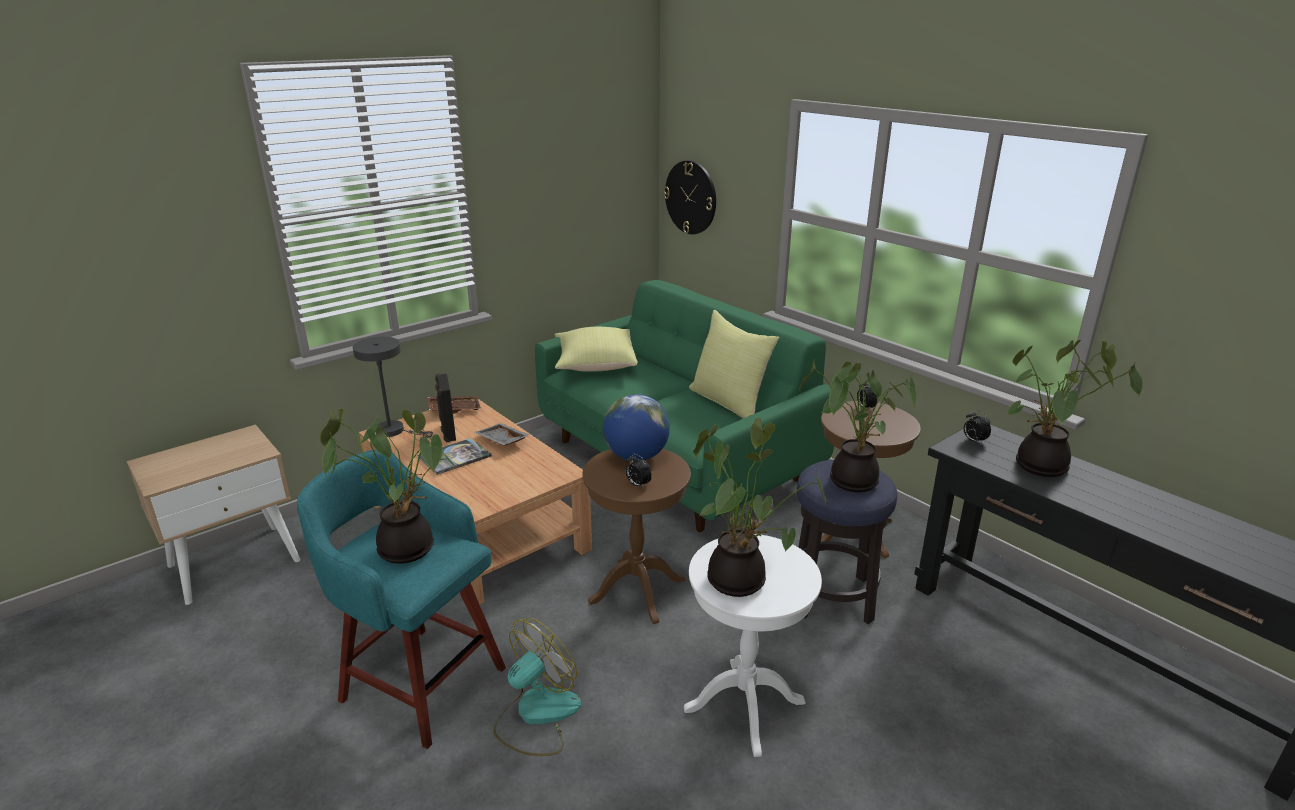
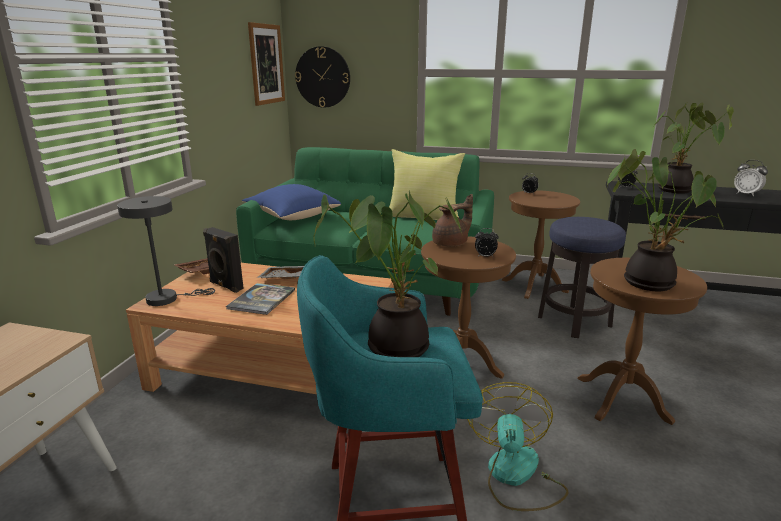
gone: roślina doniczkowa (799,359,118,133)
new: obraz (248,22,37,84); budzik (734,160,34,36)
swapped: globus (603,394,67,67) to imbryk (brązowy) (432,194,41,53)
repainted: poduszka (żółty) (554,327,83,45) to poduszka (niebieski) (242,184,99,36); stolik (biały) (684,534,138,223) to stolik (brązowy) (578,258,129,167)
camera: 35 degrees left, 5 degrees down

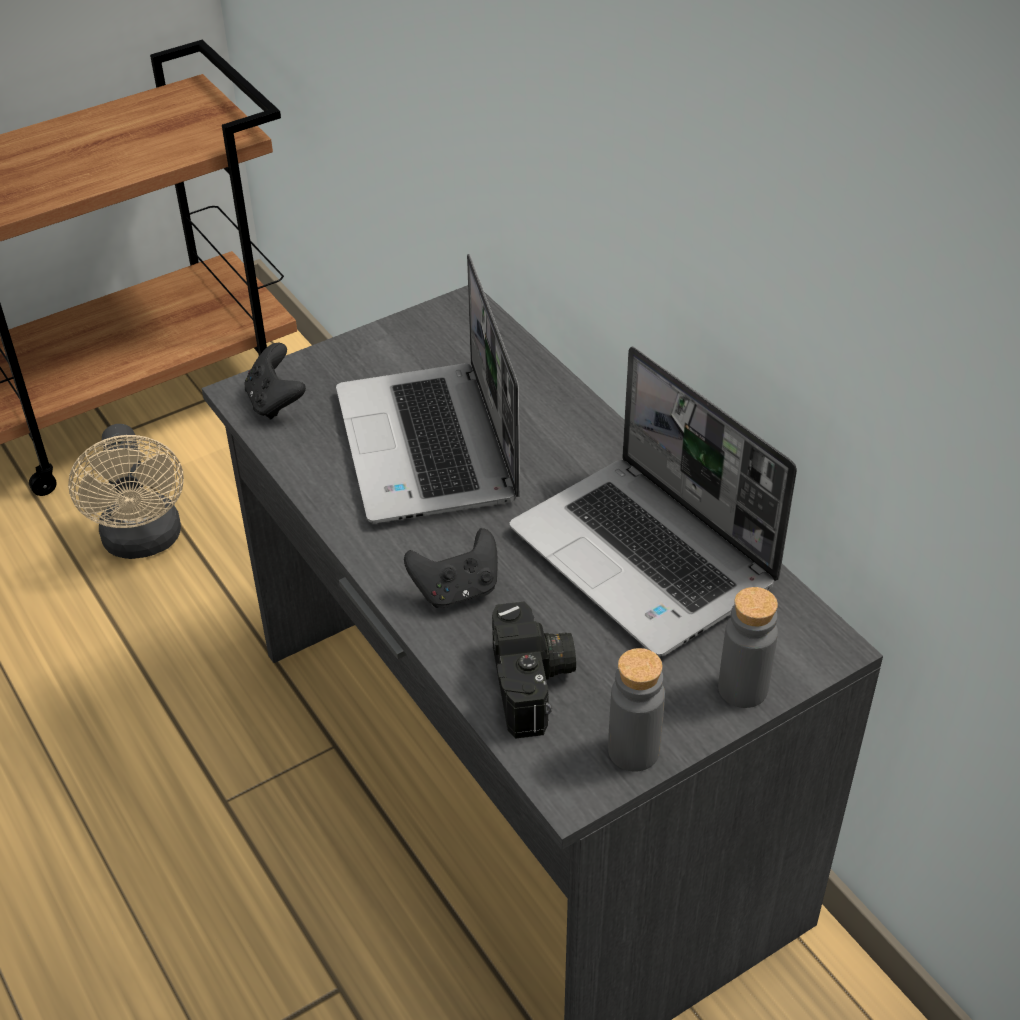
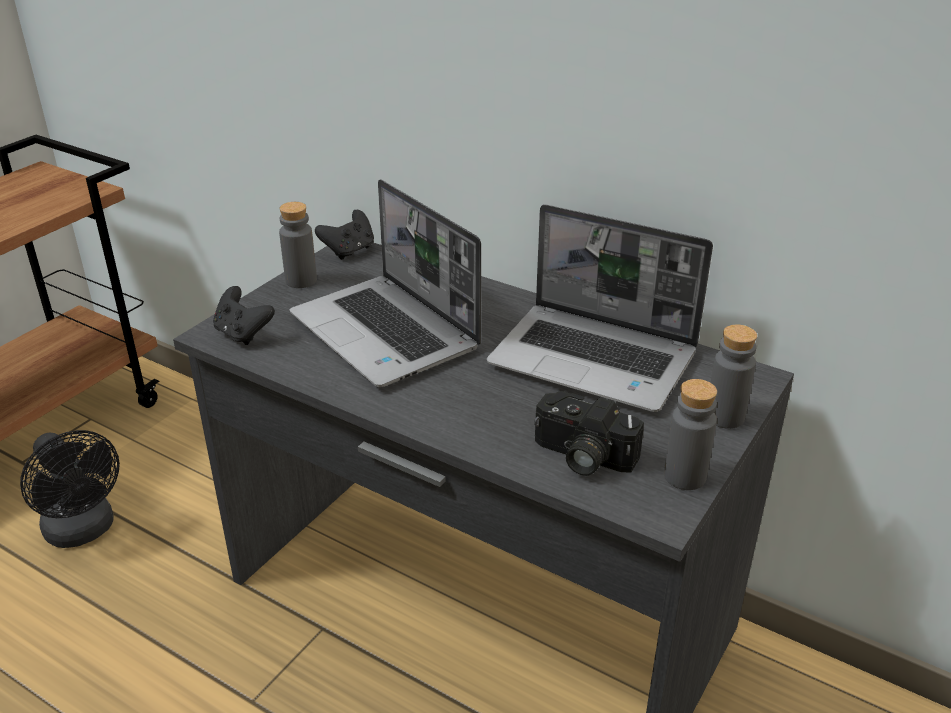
new: butelka (szary) (279,202,38,86)
shifted: pad do gier (czarny) (404,528,94,80) to (315,210,59,50)
repainted: wentylator (beżowy) (68,424,116,135) to wentylator (czarny) (20,430,100,118)
rotated: aparat fotograficzny (492,601,84,138) = (534,391,110,85) 150 degrees clockwise
camera: 25 degrees left, 10 degrees down

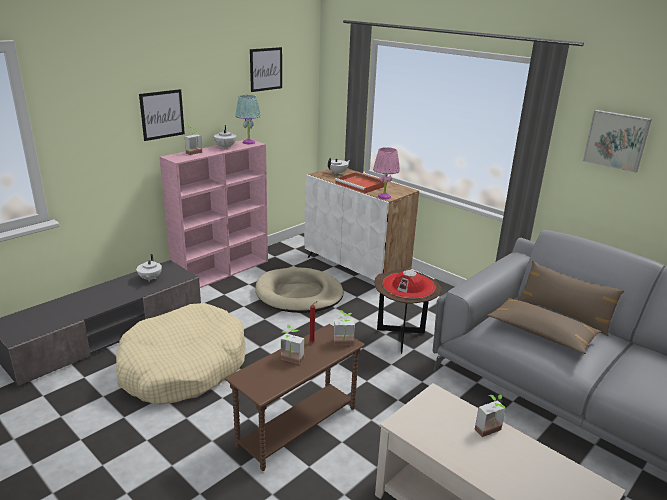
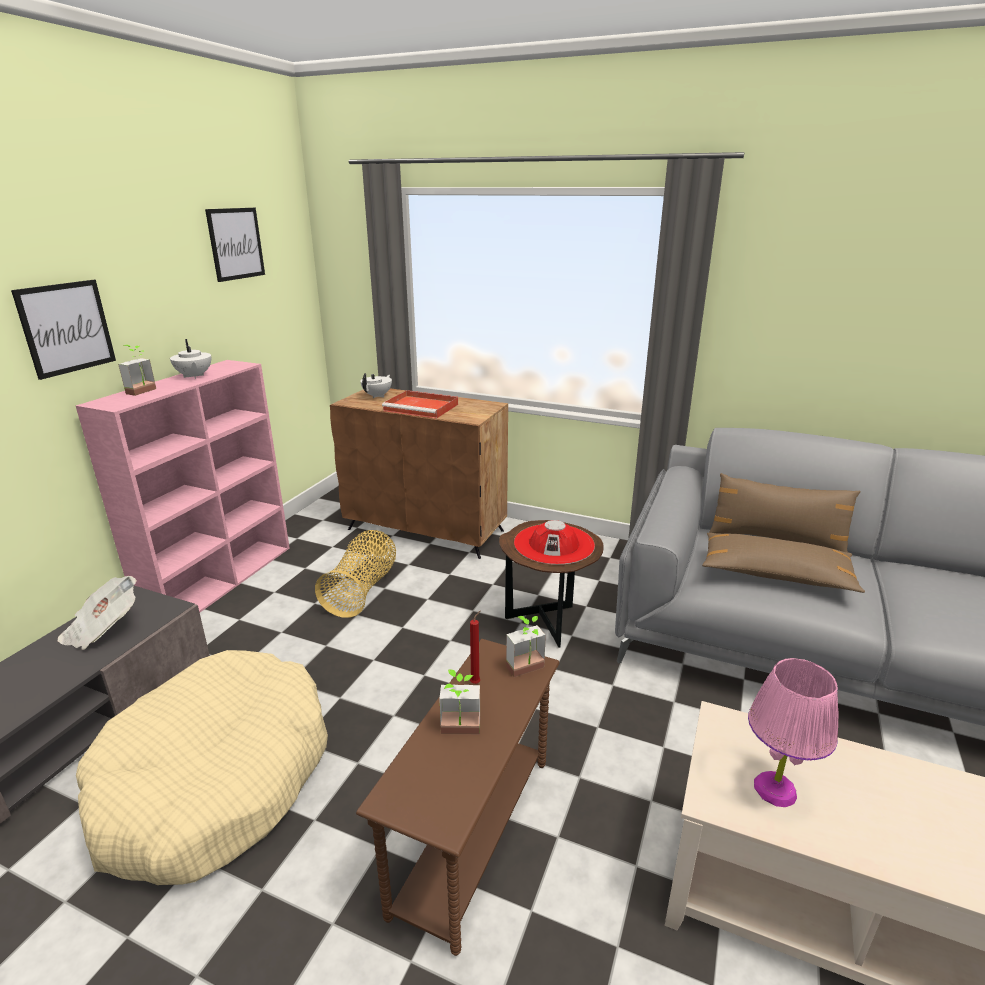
gone: lampa stołowa (turkusowy) (235,95,26,49); roślina doniczkowa (475,395,31,42); obraz (583,110,69,63)
shifted: lampa stołowa (różowy) (373,147,27,52) to (748,658,91,149)
swapped: imbryk (biały) (136,254,26,28) to gazeta (58,576,79,74); legowisko (beżowy) (255,267,89,46) to koszyk (315,530,81,88)
repainted: szafka (biały) (304,168,115,113) to szafka (brązowy) (330,388,178,171)
camera: 20 degrees left, 0 degrees up

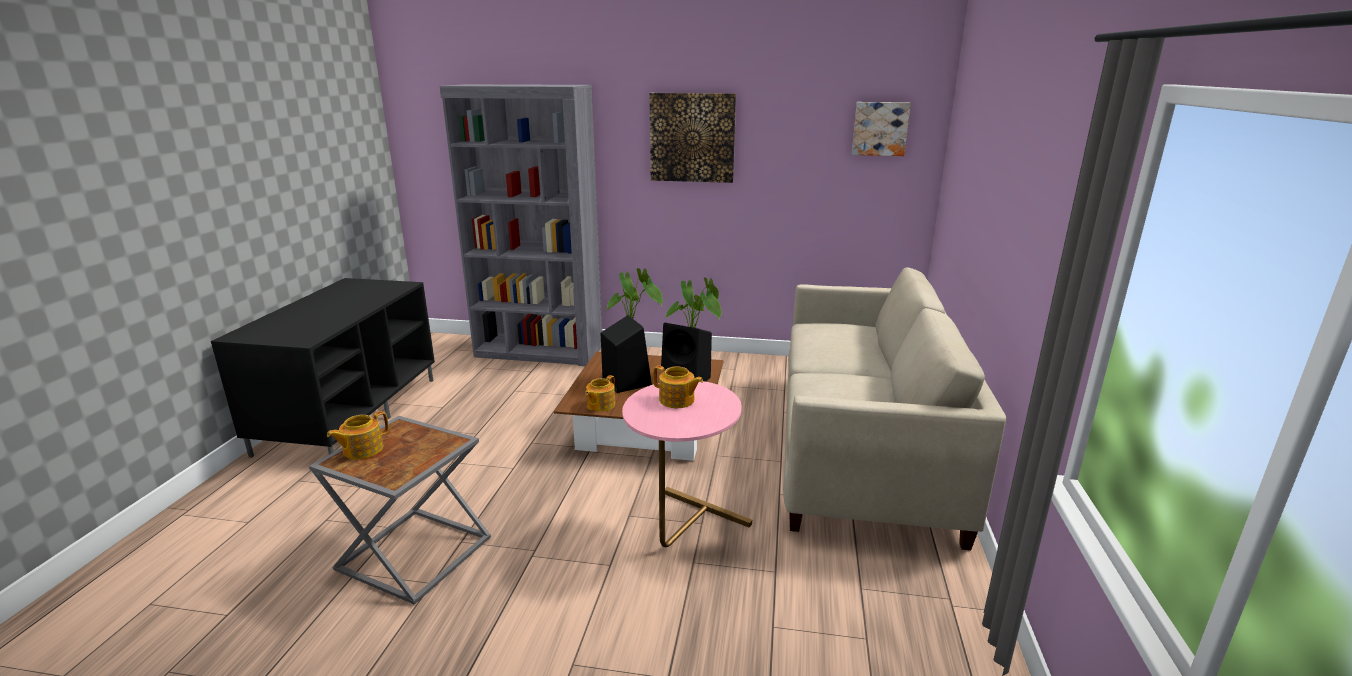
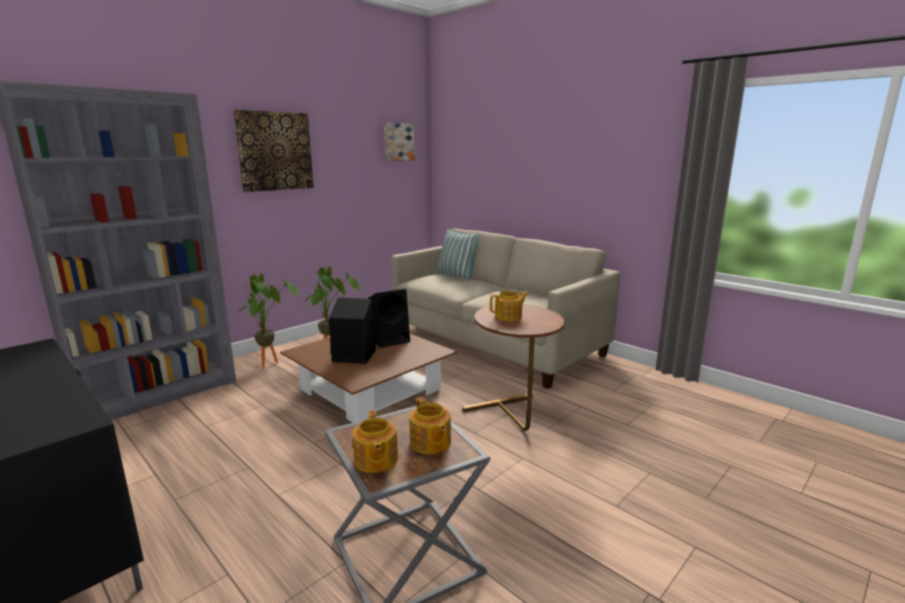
new: poduszka (436,229,44,51)
shifted: imbryk (585,375,30,37) to (409,397,42,57)
repainted: stolik (różowy) (622,381,130,166) to stolik (brązowy) (463,304,102,127)
camera: 55 degrees left, 5 degrees down

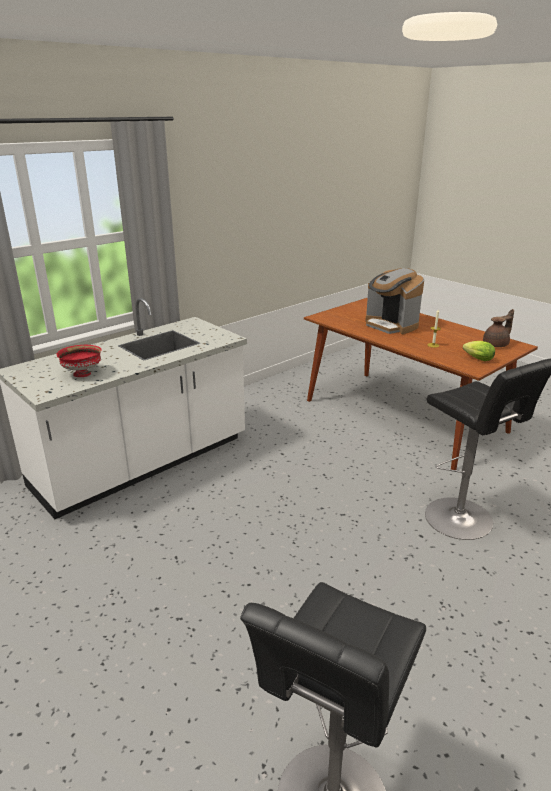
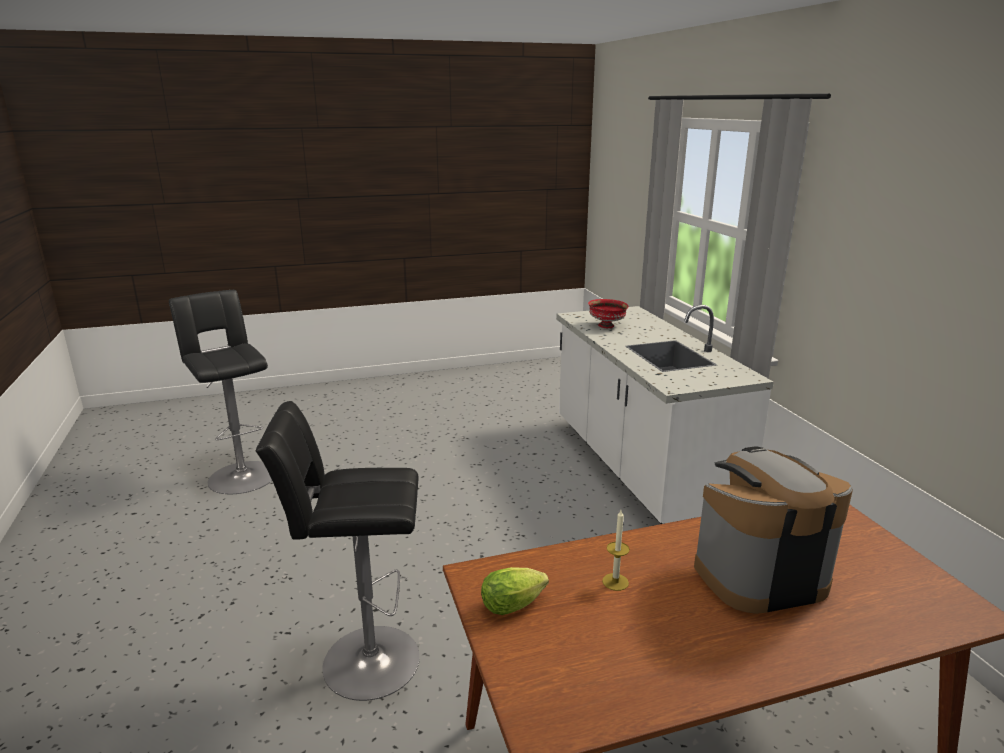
gone: imbryk (brązowy) (483,309,31,38)
camera: 115 degrees right, 5 degrees down

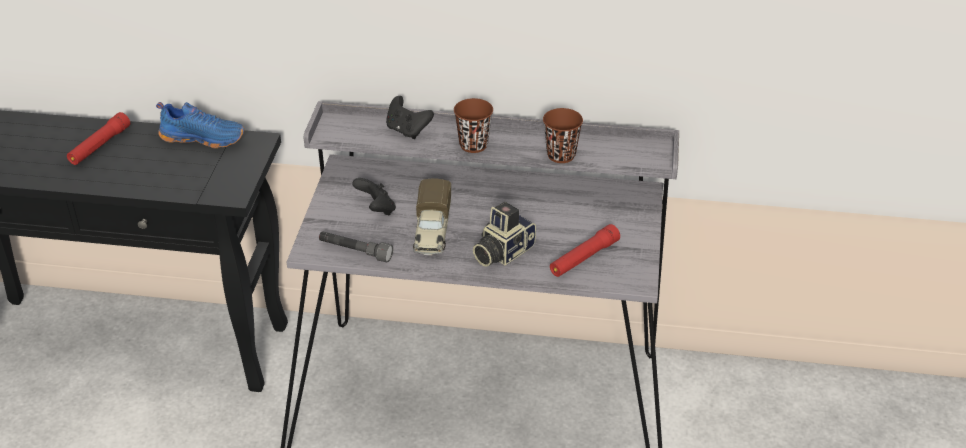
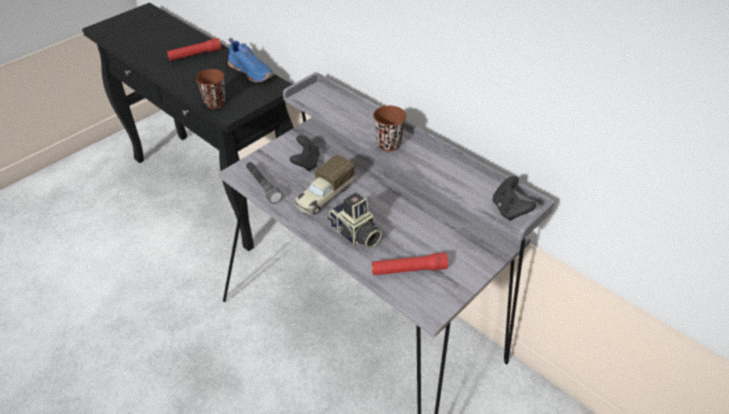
shifted: pad do gier (czarny) (386,96,48,43) to (493,176,43,45); filiżanka (brązowy) (543,108,40,55) to (195,69,30,40)
rotated: aparat fotograficzny (473,202,63,65) = (327,192,55,56) 120 degrees counterclockwise
camera: 35 degrees right, 5 degrees up

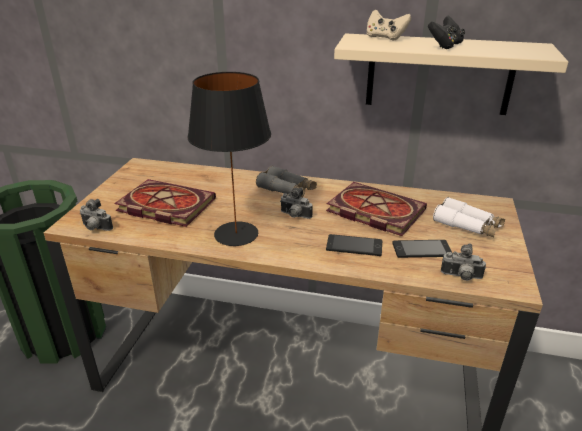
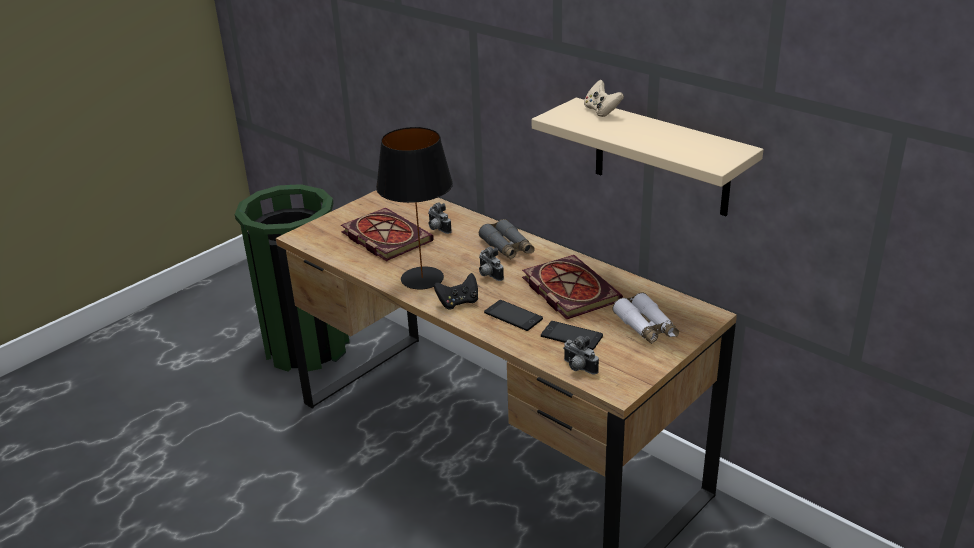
shifted: aparat fotograficzny (80,199,33,32) to (428,202,24,32); pad do gier (czarny) (428,16,37,33) to (434,273,44,36)
camera: 30 degrees right, 0 degrees up

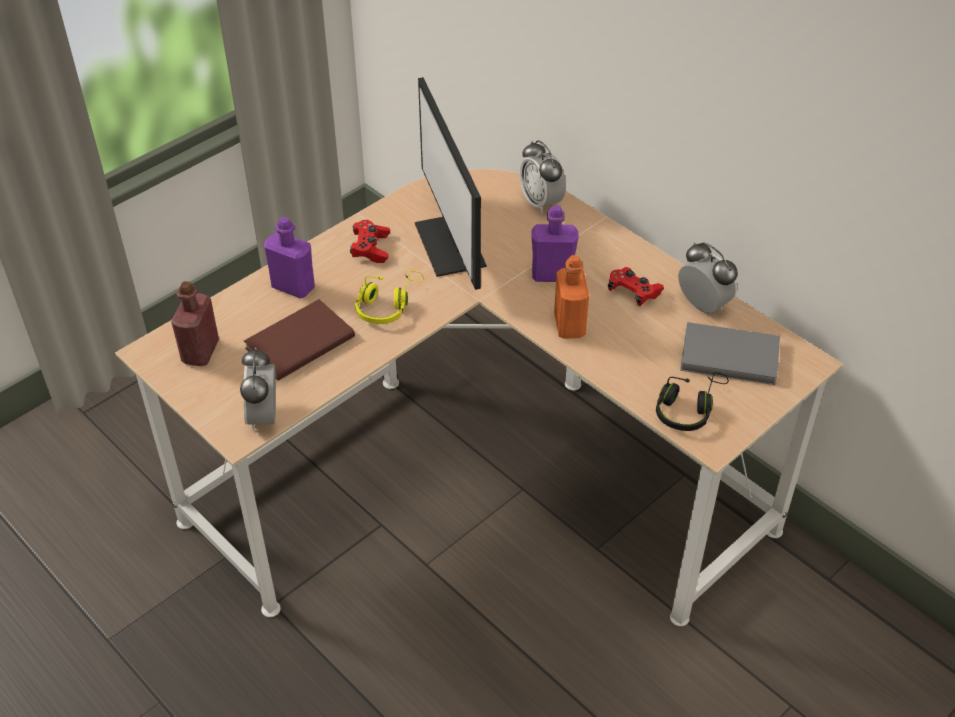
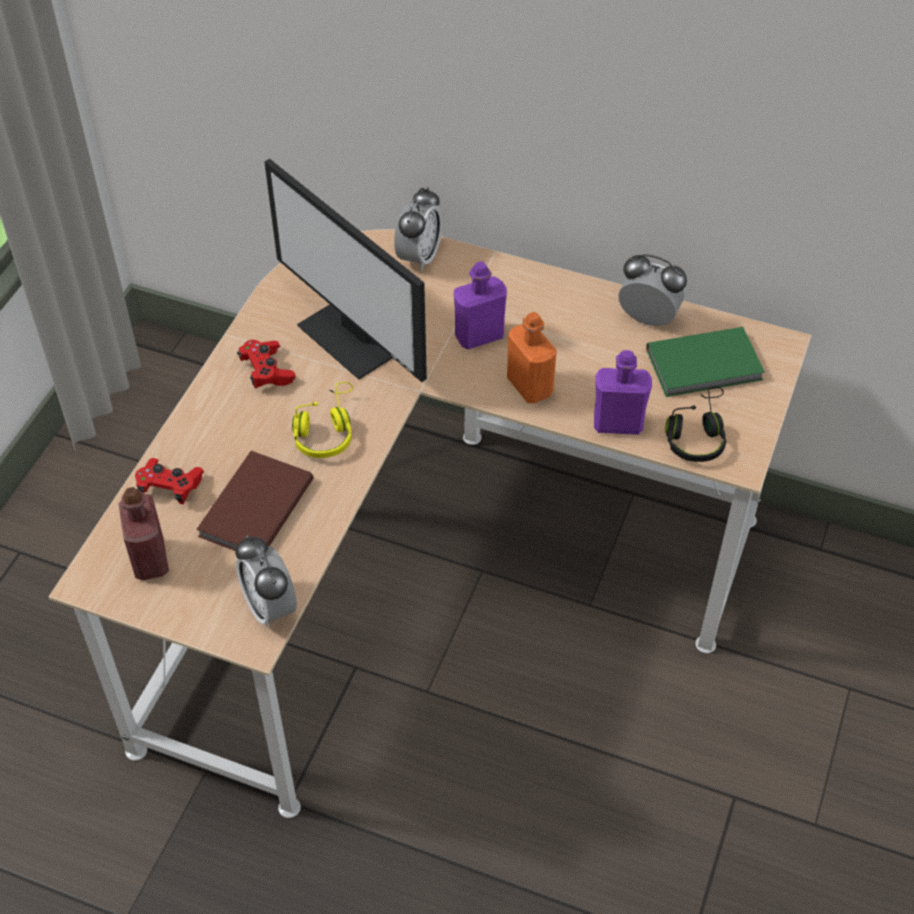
shifted: butelka (fioletowy) (264,217,51,82) to (594,350,58,85); pad do gier (czerwony) (608,267,56,39) to (135,458,69,46)
repainted: książka (szary) (680,322,100,63) to książka (zielony) (646,327,119,70)
rotated: budzik (519,140,47,74) = (394,187,48,84) 105 degrees counterclockwise
camera: 25 degrees left, 5 degrees up

